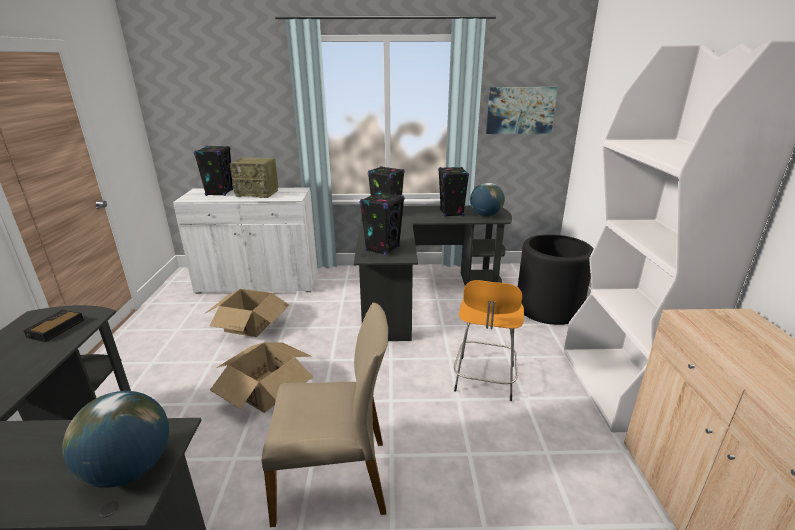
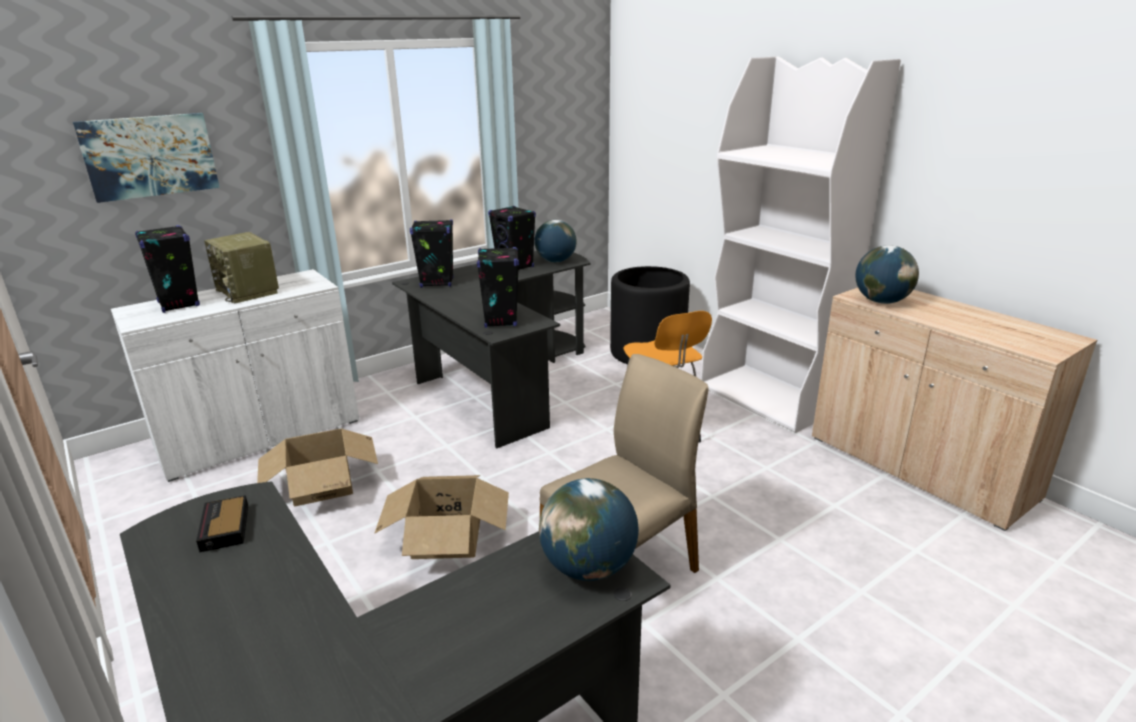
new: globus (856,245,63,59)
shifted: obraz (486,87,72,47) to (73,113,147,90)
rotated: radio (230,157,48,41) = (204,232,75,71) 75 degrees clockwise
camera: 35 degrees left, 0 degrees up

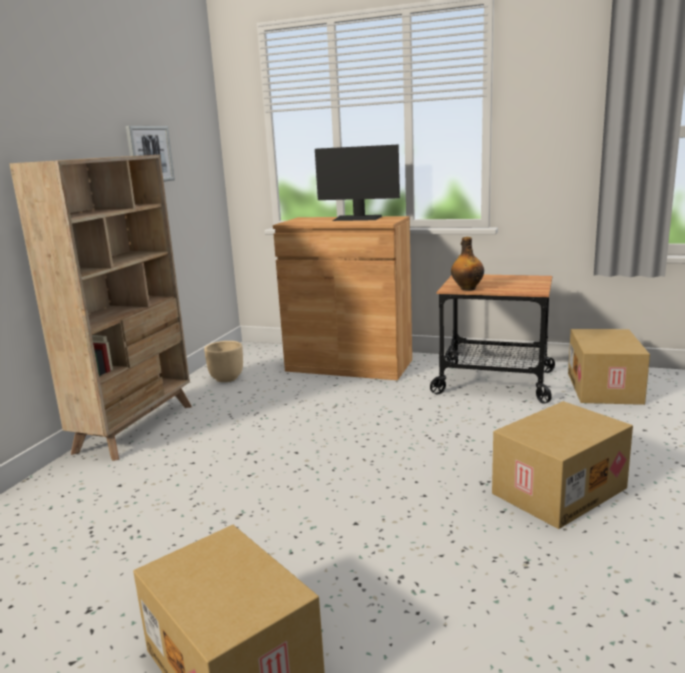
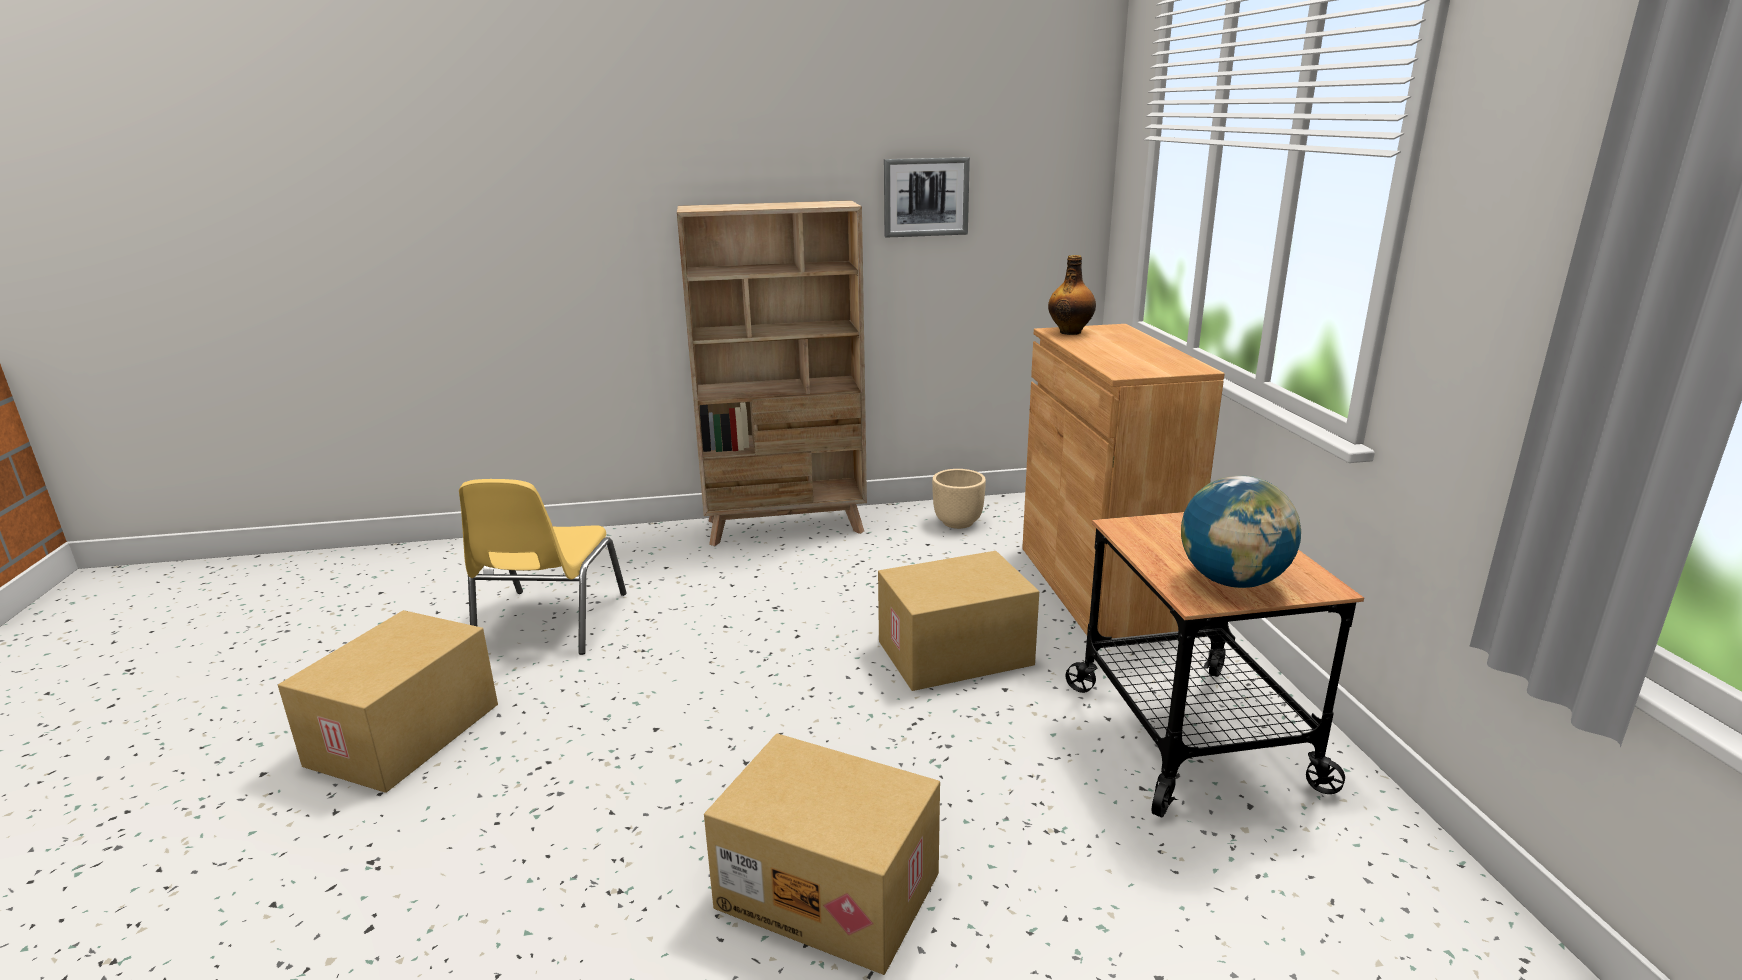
gone: monitor (315,144,85,77)
new: krzesło (żółty) (459,479,168,176); globus (1181,475,120,113)
shifted: butelka (451,237,33,54) to (1048,255,48,80); karton (568,329,82,76) to (878,551,161,140)
camera: 60 degrees right, 5 degrees up

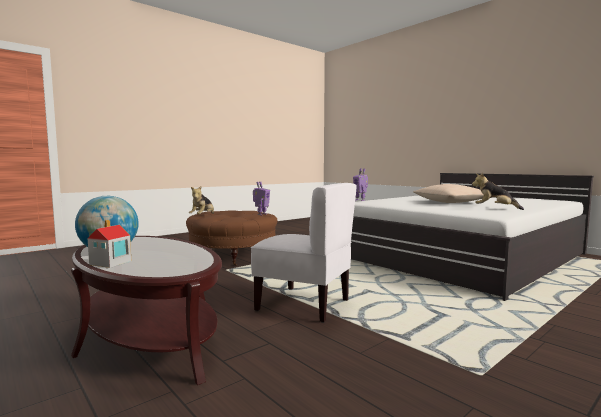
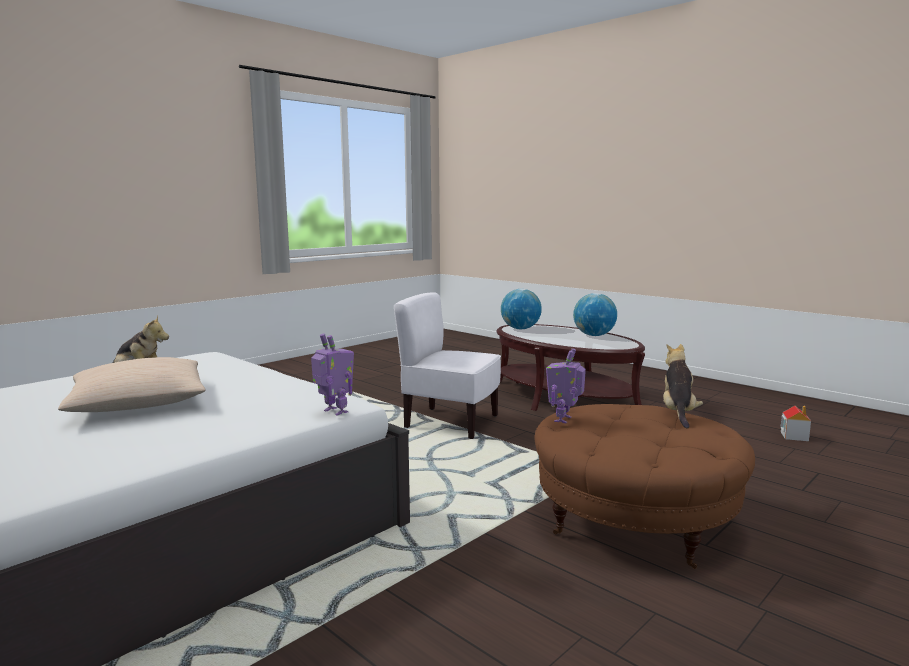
new: globus (501,289,41,40)
shifted: domek (87,220,44,48) to (781,406,30,35)
camera: 175 degrees right, 5 degrees up

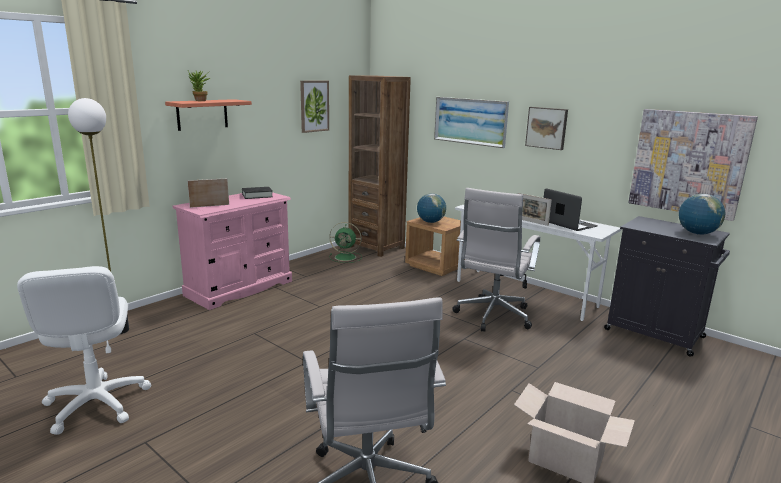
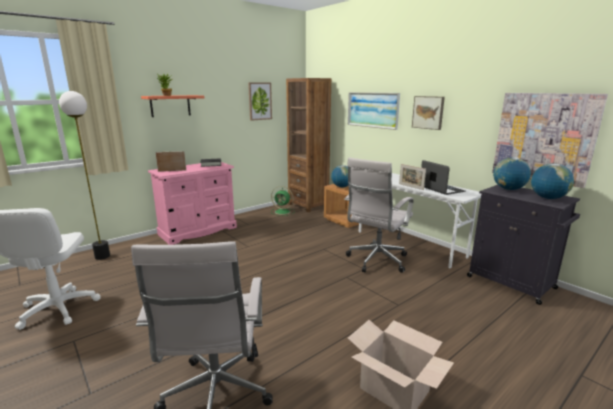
new: globus (493,157,38,33)
camera: 10 degrees right, 0 degrees up

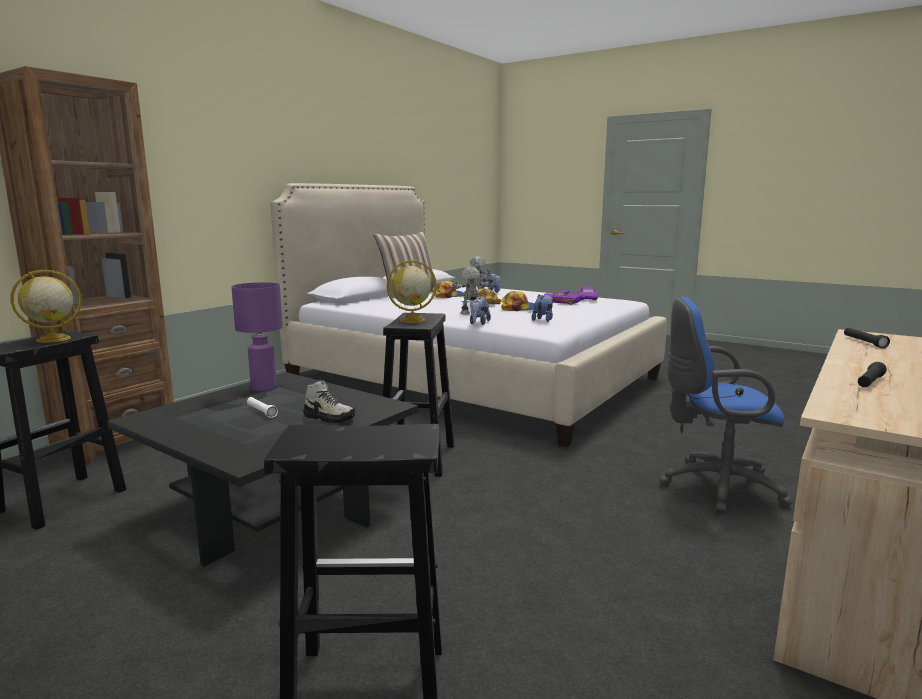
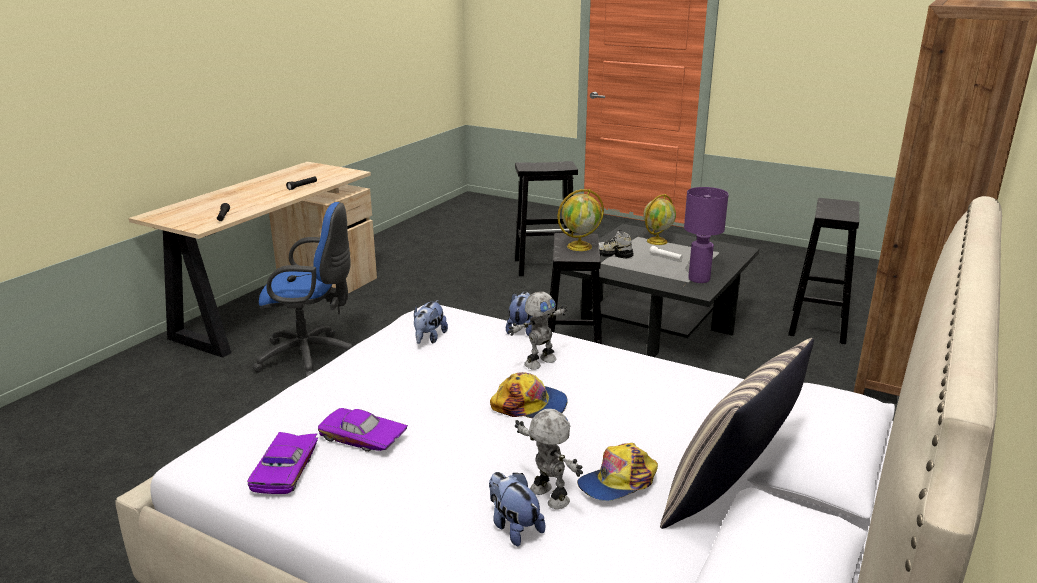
gone: czapka z daszkiem (501,291,34,20)
shifted: globus (11,270,71,73) to (643,194,33,51)
camera: 175 degrees right, 10 degrees up

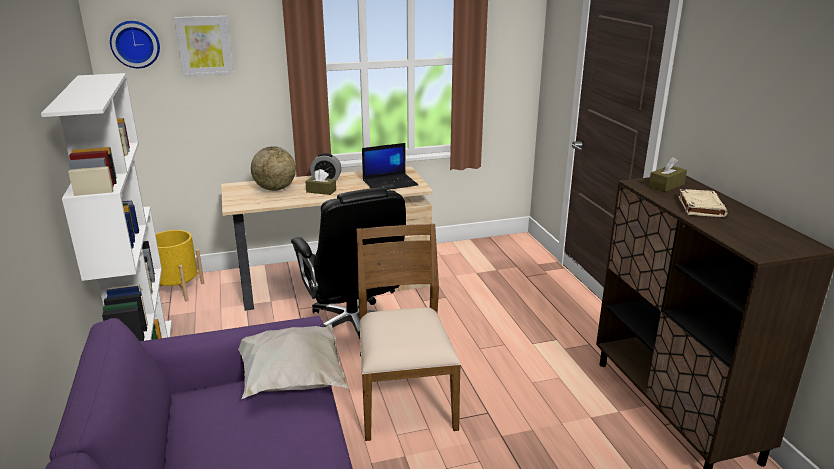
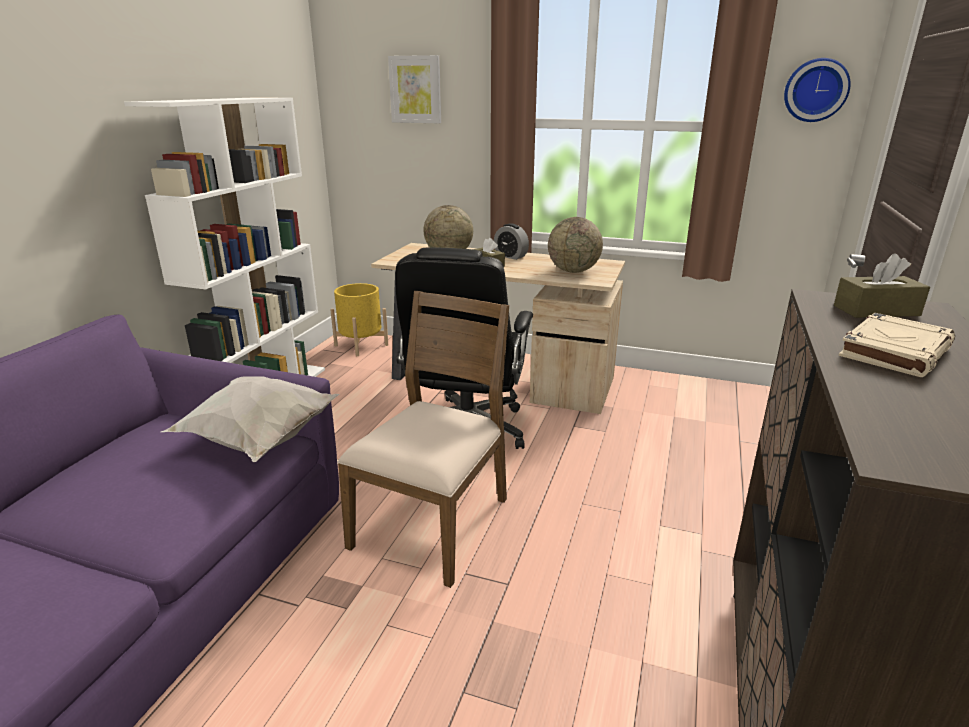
shifted: zegar ścienny (110,21,50,47) to (784,58,67,64)
swapped: laptop (362,143,56,47) to globus (548,217,55,56)
camera: 35 degrees right, 0 degrees up

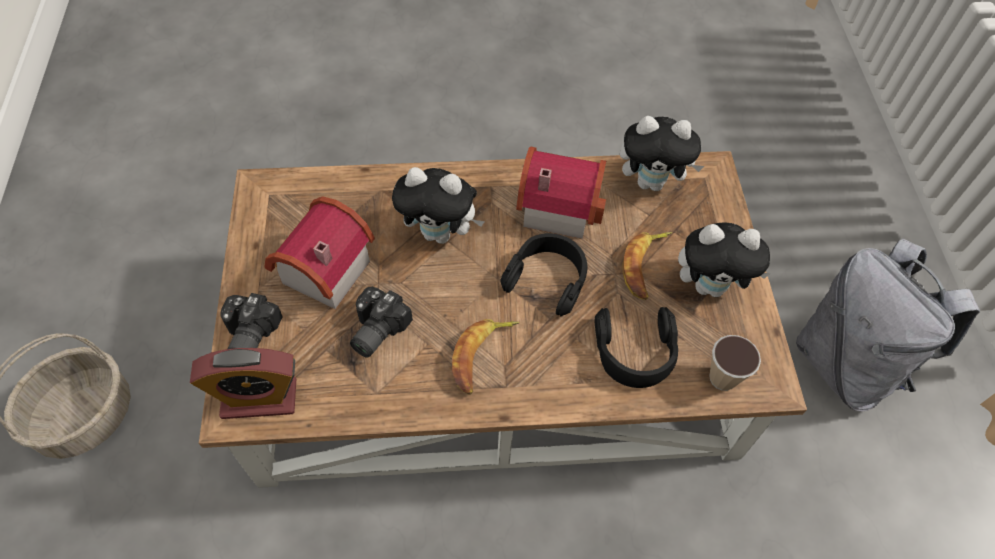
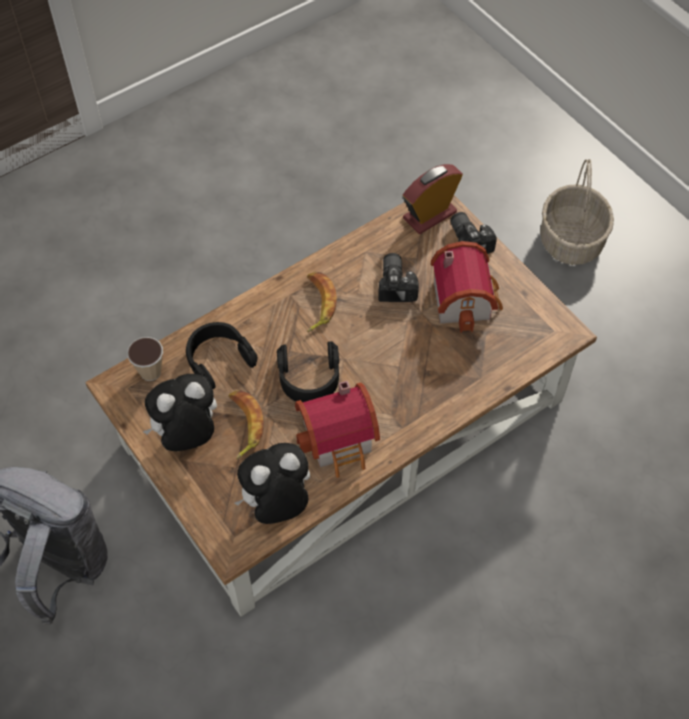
gone: pluszak (392,167,93,77)
camera: 150 degrees right, 0 degrees up

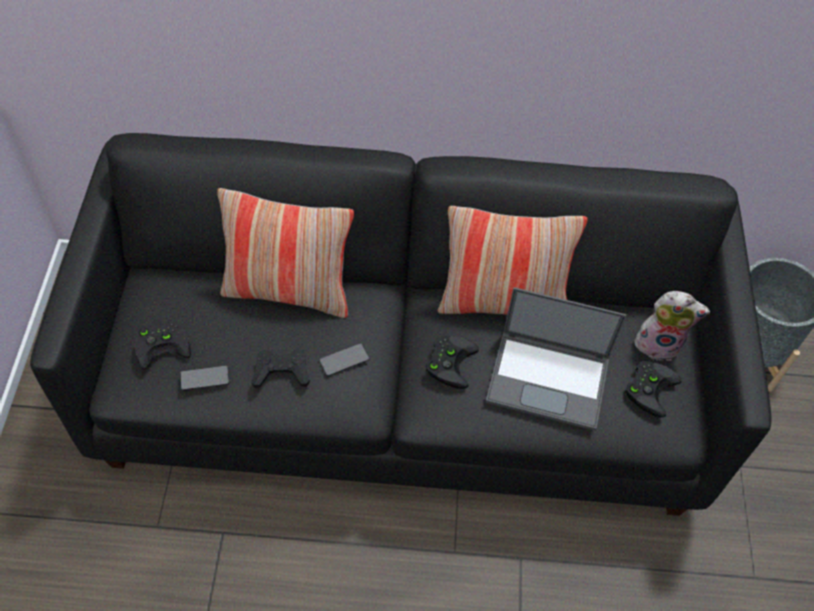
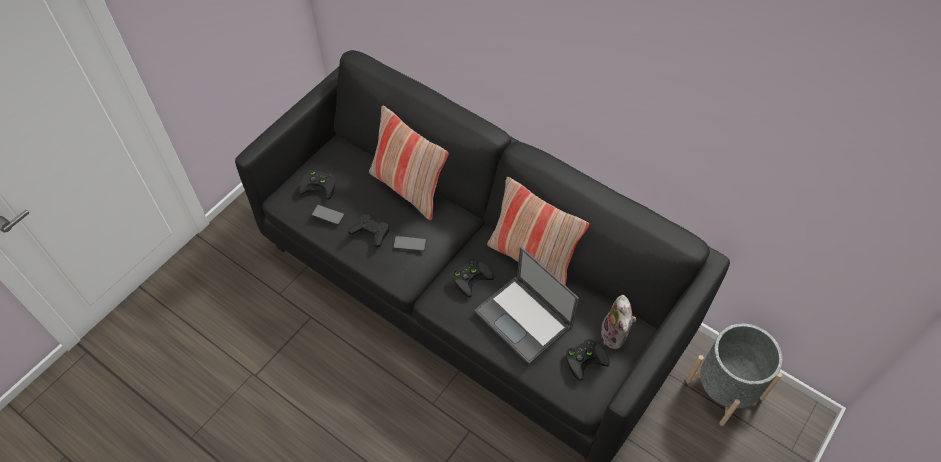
rotated: pluszak (635,291,75,70) = (601,295,35,54) 45 degrees clockwise
camera: 35 degrees right, 0 degrees up

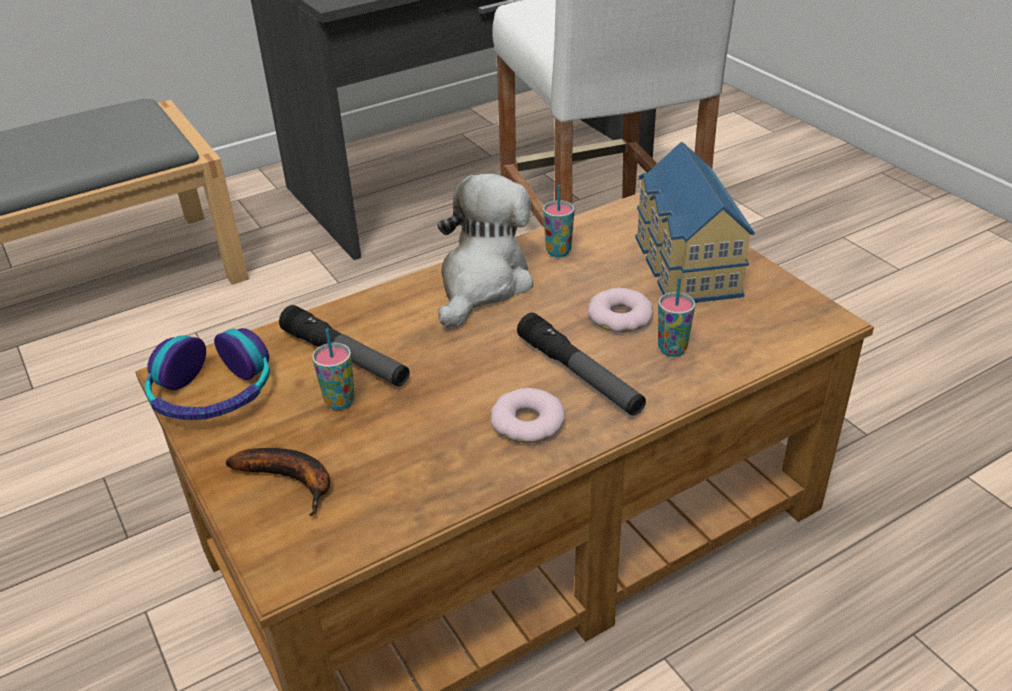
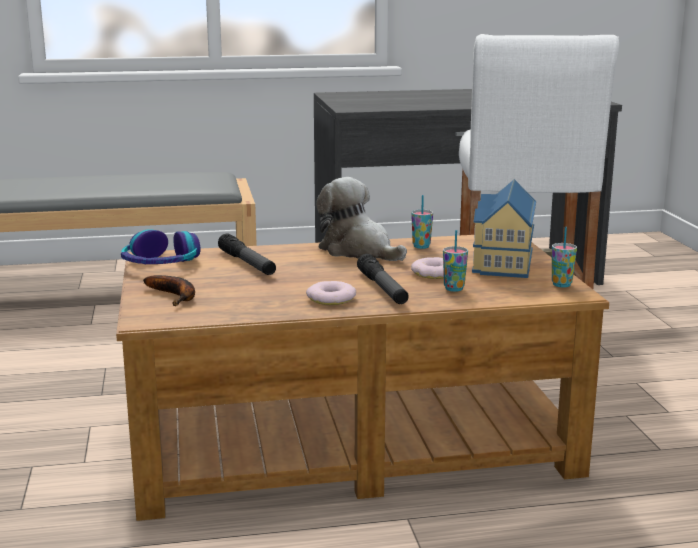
shifted: filiżanka (312,329,43,81) to (552,227,25,61)
rotated: pluszak (437,174,96,154) = (316,177,91,84) 90 degrees counterclockwise
camera: 20 degrees right, 20 degrees down

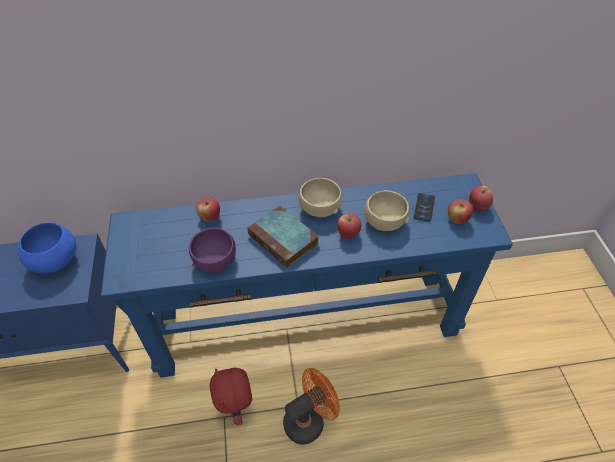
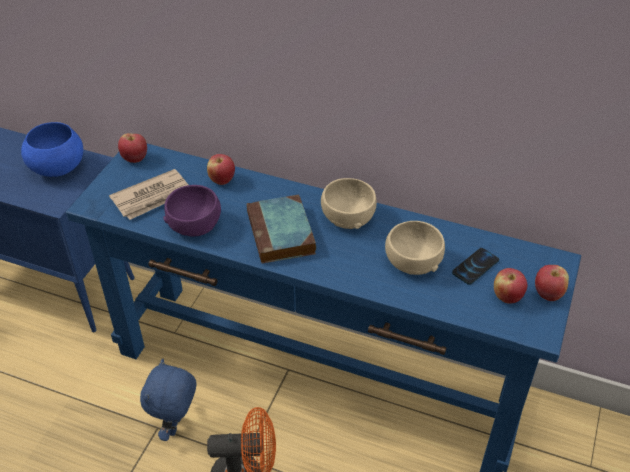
new: gazeta (109,169,79,51)
shifted: jabłko (337,213,24,26) to (118,133,29,30)
repainted: pluszak (czerwony) (210,368,42,58) to pluszak (niebieski) (140,359,56,82)
camera: 30 degrees right, 5 degrees down

